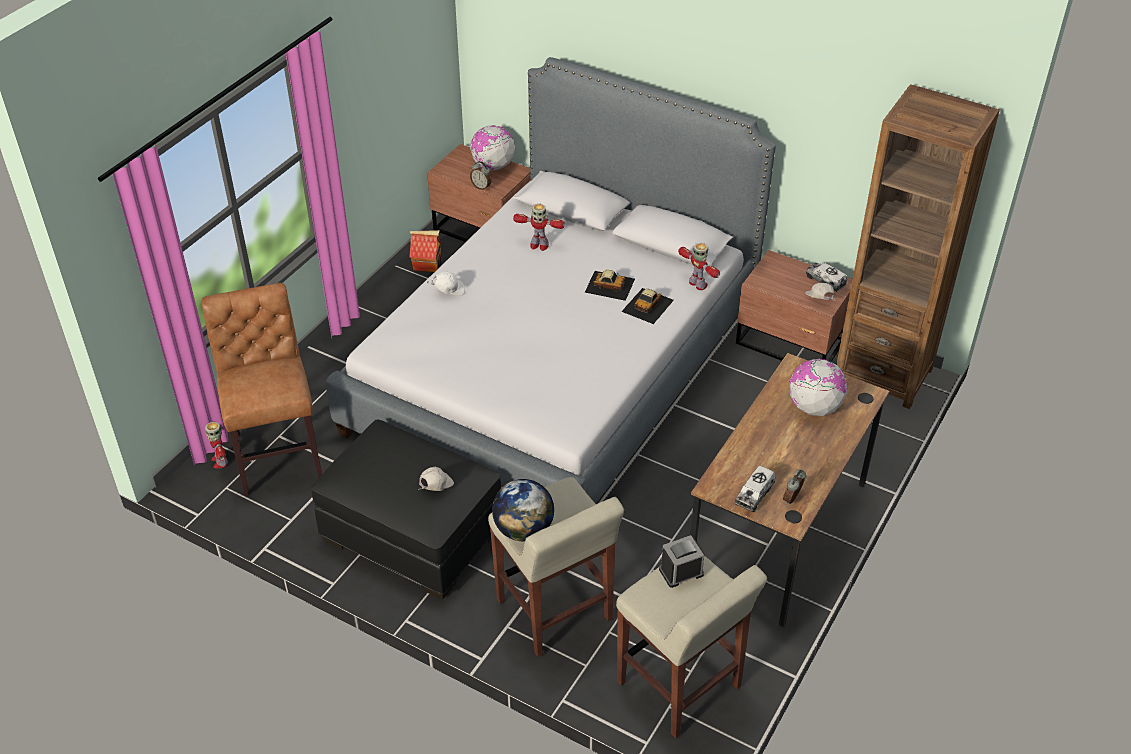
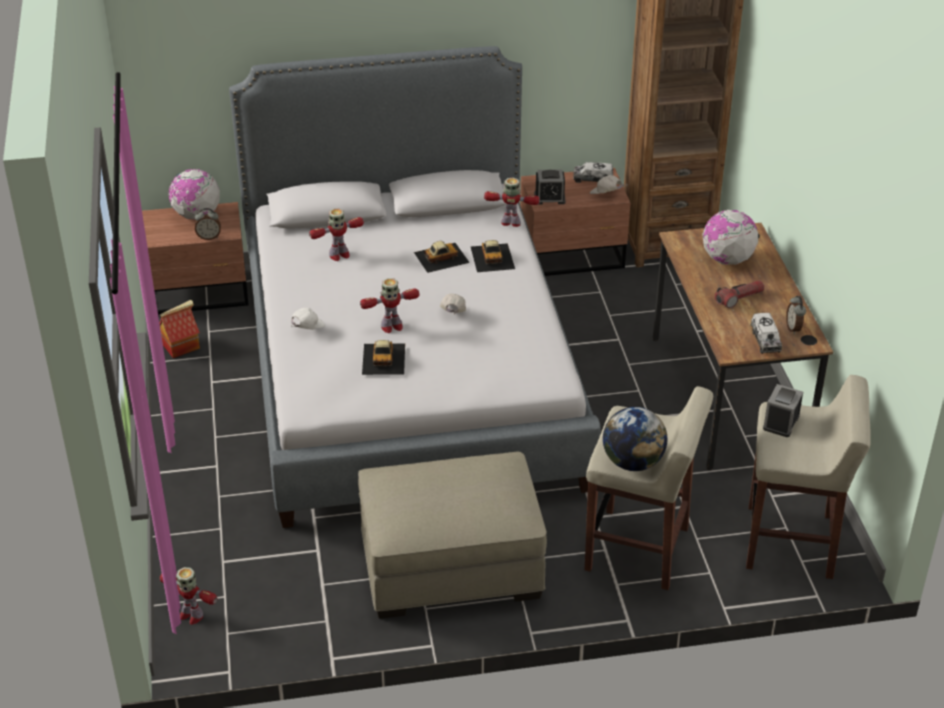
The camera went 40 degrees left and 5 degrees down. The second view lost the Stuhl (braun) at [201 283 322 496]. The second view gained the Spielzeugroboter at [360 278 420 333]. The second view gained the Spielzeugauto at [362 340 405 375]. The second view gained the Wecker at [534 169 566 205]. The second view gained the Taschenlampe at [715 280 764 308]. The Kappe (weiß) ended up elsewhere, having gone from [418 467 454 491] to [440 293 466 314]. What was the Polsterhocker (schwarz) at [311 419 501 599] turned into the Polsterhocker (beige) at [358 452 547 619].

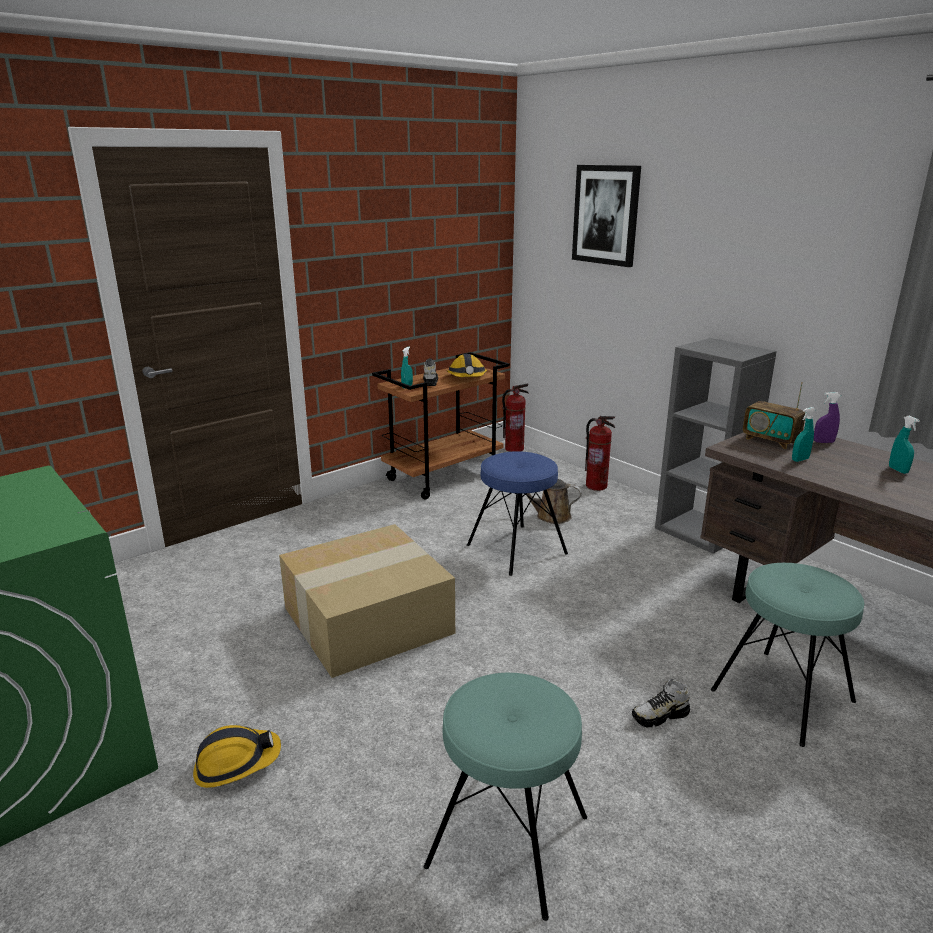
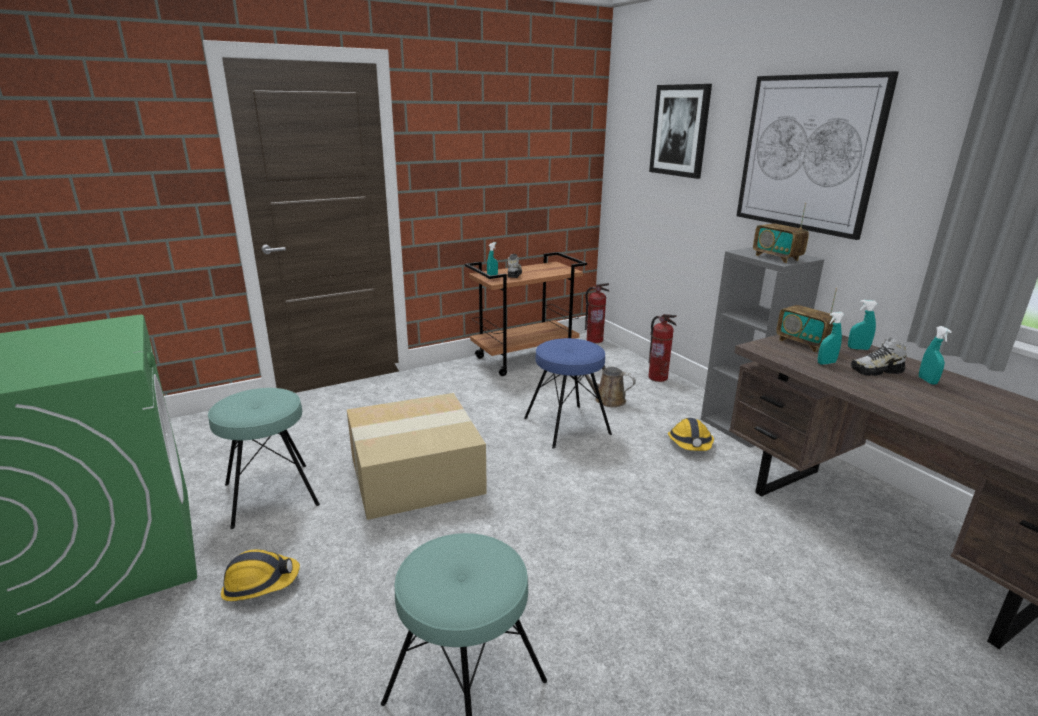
The camera went 10 degrees right and 0 degrees up. The second view gained the Bild at [737 71 899 240]. The second view gained the Radio at [753 203 809 263]. The Schutzhelm ended up elsewhere, having gone from [447 354 487 377] to [668 418 714 451]. The Schuh ended up elsewhere, having gone from [632 679 690 727] to [851 337 906 376]. The Hocker (türkis) ended up elsewhere, having gone from [711 563 865 747] to [208 388 320 529]. What was the Sprühflasche (lila) at [814 392 841 443] turned into the Sprühflasche (türkis) at [848 300 878 350].

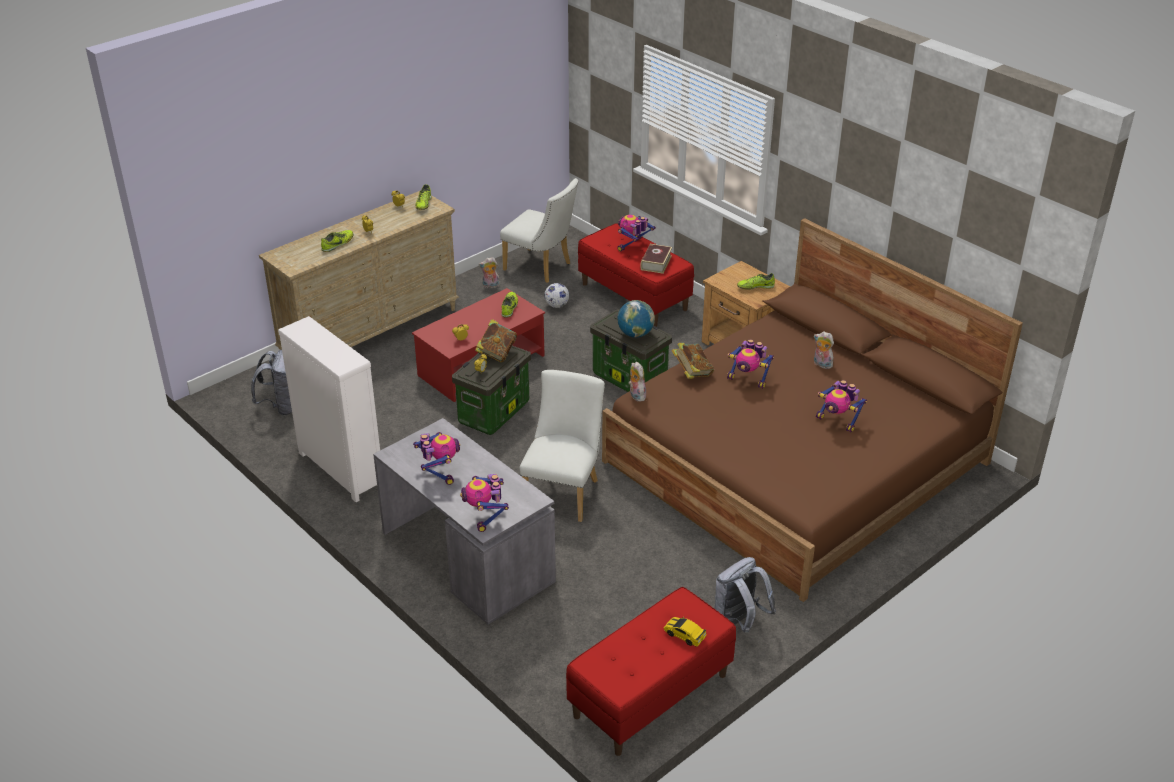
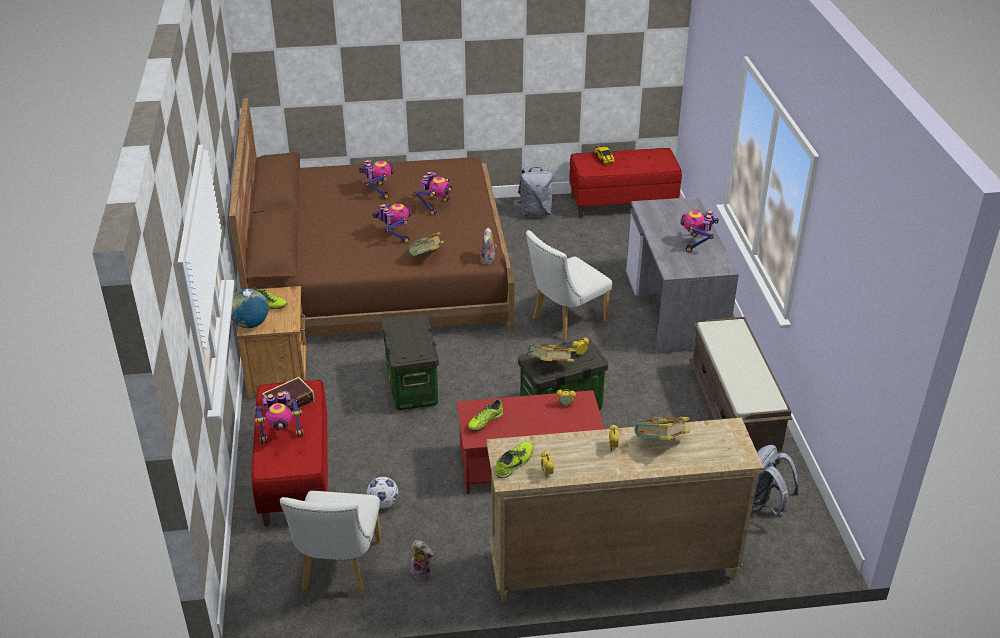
The camera went 145 degrees left and 0 degrees up. The second view lost the Plüschtier at [814 331 834 369]. The Spielzeugroboter ended up elsewhere, having gone from [460 474 509 532] to [414 172 452 215]. The Globus ended up elsewhere, having gone from [617 300 655 338] to [231 288 269 328]. Where the Kommode (weiß) stood at [278 316 380 502], the Bank (braun) came to stand at [689 317 792 464]. Where the Schuh stood at [321 230 353 252], the Buch came to stand at [635 416 690 440]. The Stuhl (weiß) at [500 178 578 283] ended up facing another way, 150 degrees counterclockwise from before.

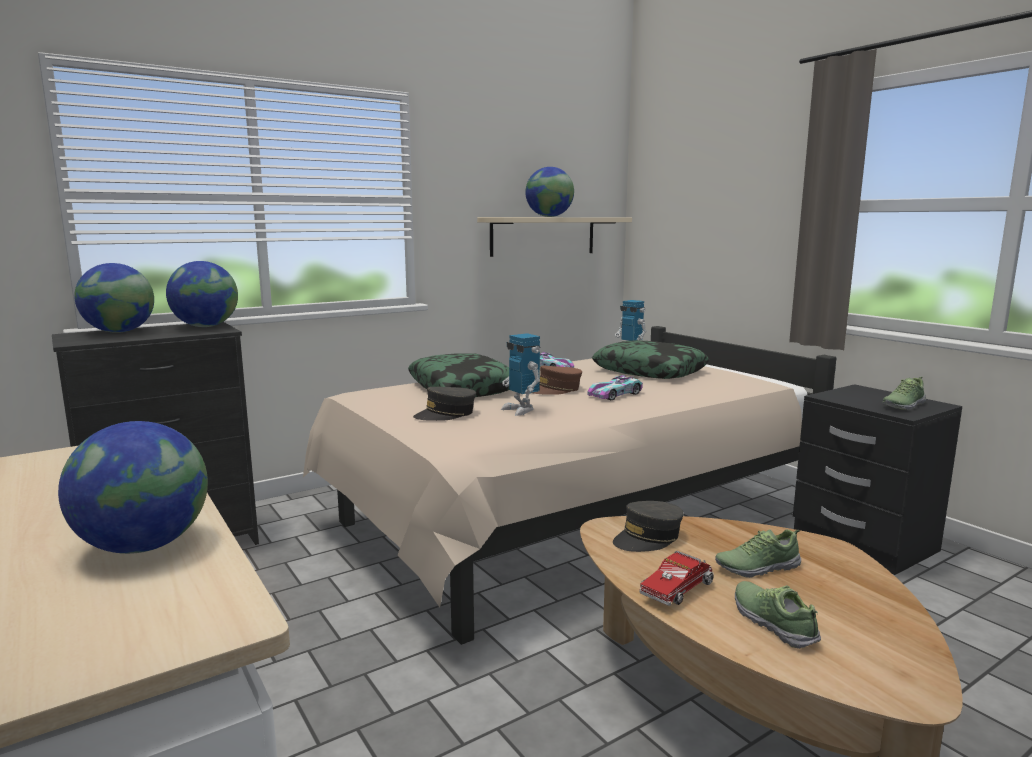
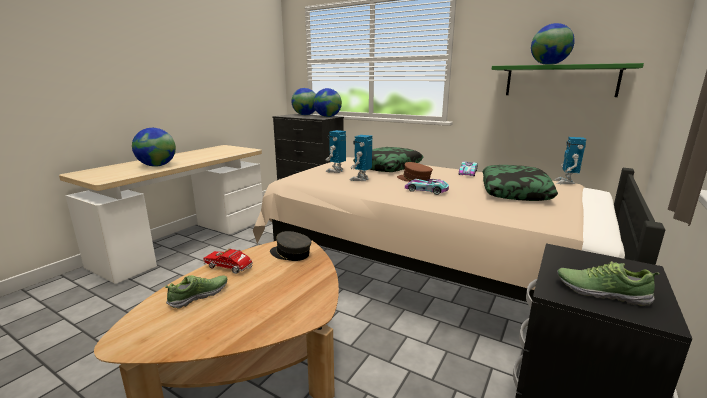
The camera went 65 degrees right and 5 degrees up. The second view lost the Schuh at [715 529 801 578]. Where the Kappe (grau) stood at [413 387 476 421], the Spielzeugroboter came to stand at [326 130 346 173]. What was the Wandregal (beige) at [477 217 632 257] turned into the Wandregal (grün) at [492 63 644 97].

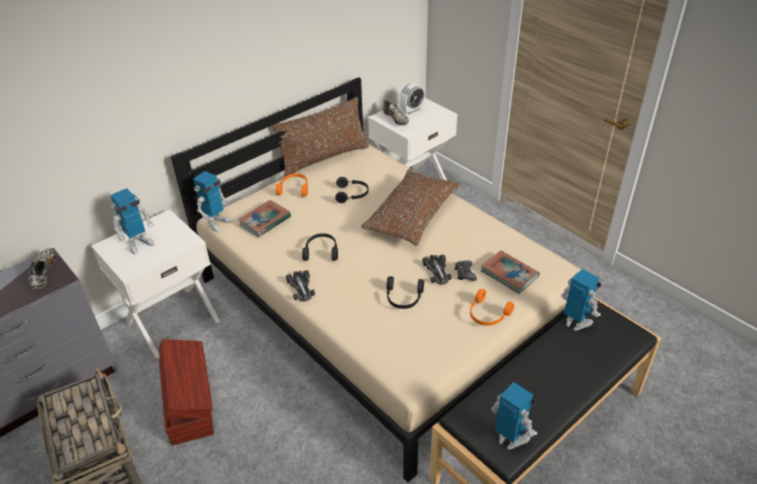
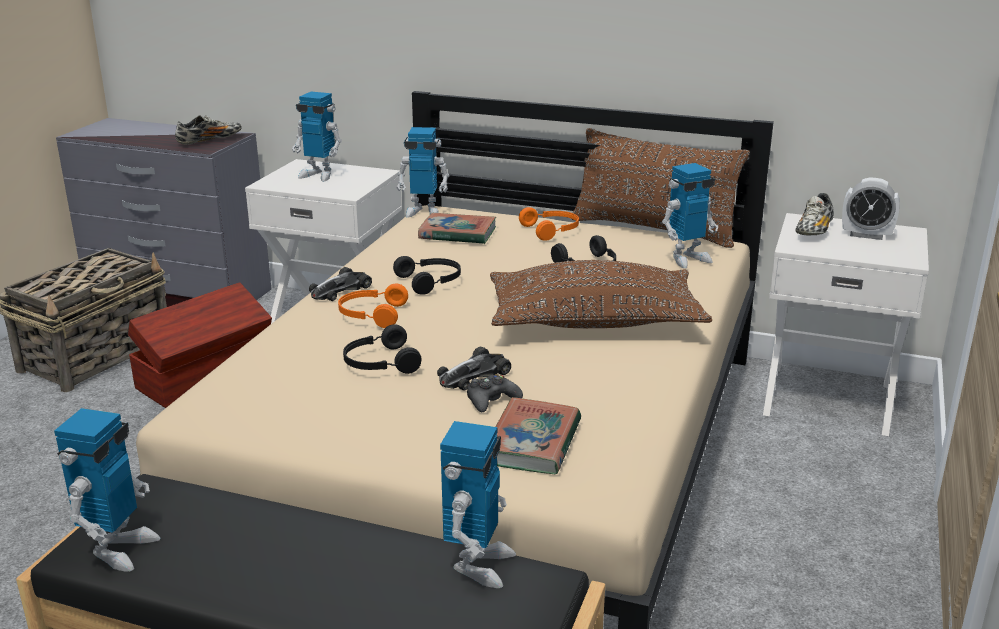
The camera went 60 degrees right and 15 degrees down. The second view gained the Spielzeugroboter at [662 163 718 268]. The Kopfhörer (orange) ended up elsewhere, having gone from [470 289 515 326] to [338 284 408 328].

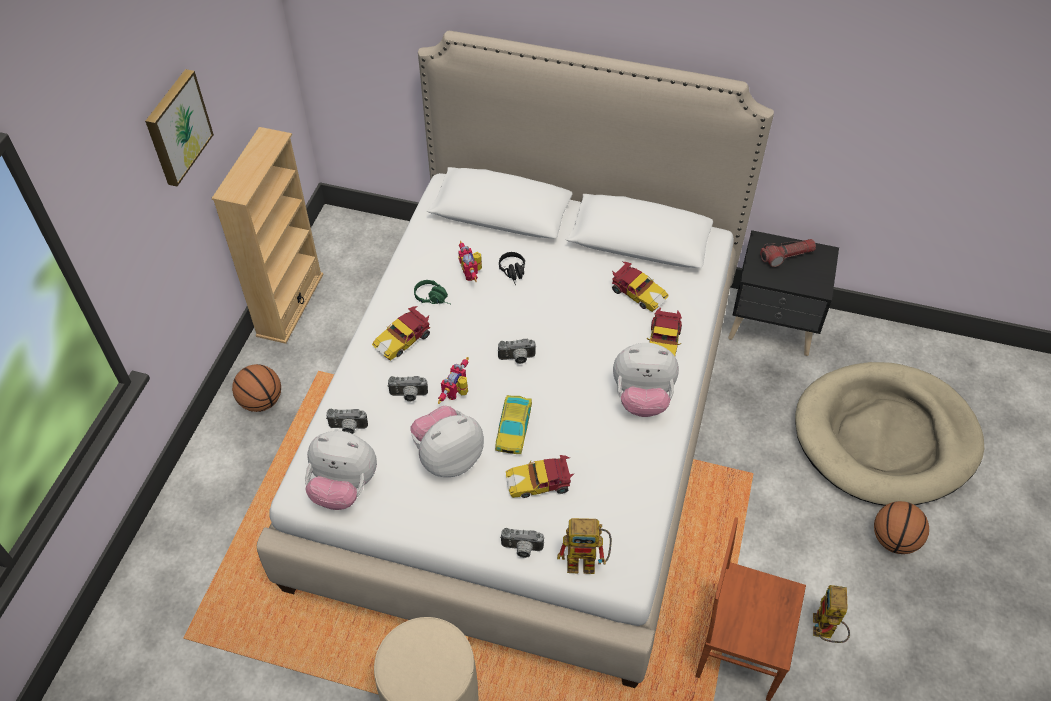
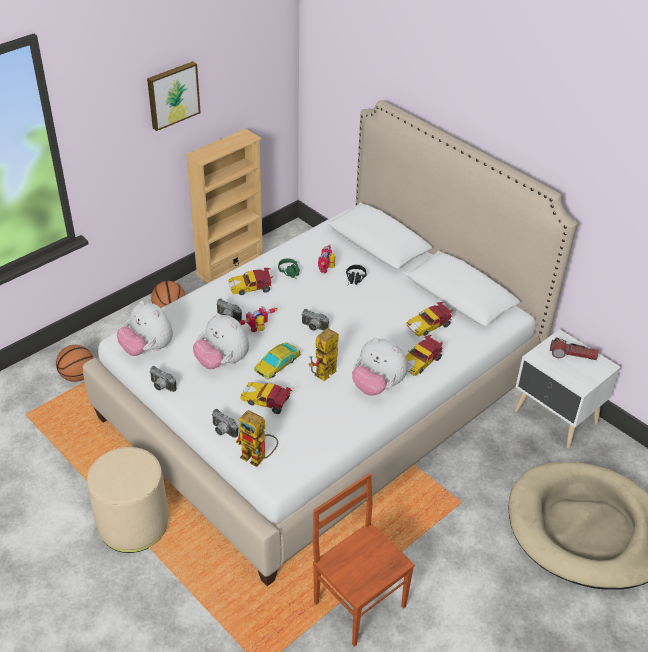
The camera went 30 degrees right and 10 degrees down. The Kamera ended up elsewhere, having gone from [326 409 368 434] to [149 366 176 392]. The Spielzeugroboter ended up elsewhere, having gone from [813 585 850 643] to [309 328 339 381]. The Basketball ended up elsewhere, having gone from [874 501 929 554] to [56 345 93 382]. What was the Nachttisch (schwarz) at [728 230 839 356] turned into the Nachttisch (weiß) at [514 329 621 448]. The Plüschtier at [410 406 484 477] ended up facing another way, 135 degrees counterclockwise from before. The Spielzeugauto at [612 262 669 312] ended up facing another way, 75 degrees clockwise from before.

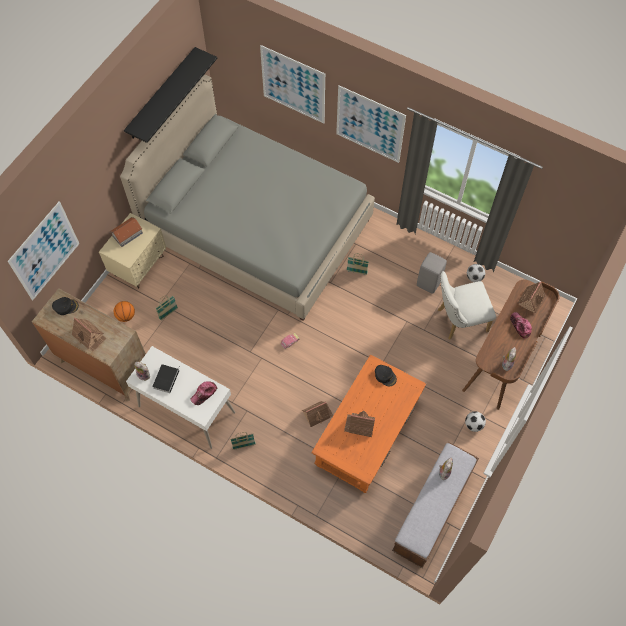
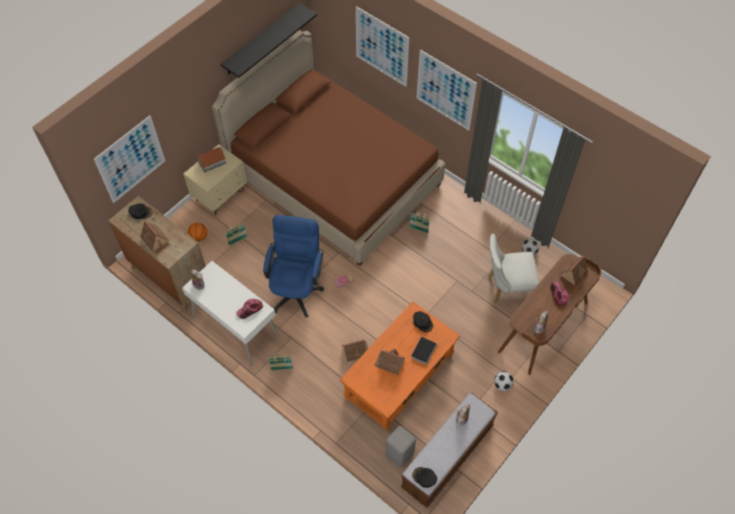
The camera went 10 degrees right and 5 degrees down. The second view gained the Bürostuhl (blau) at [263 215 324 318]. The second view gained the Kappe (schwarz) at [412 467 437 488]. The Buch ended up elsewhere, having gone from [152 364 180 393] to [411 337 438 365]. The Hocker (grau) ended up elsewhere, having gone from [417 252 447 294] to [385 426 416 468]. What was the Bett (grau) at [120 75 375 321] turned into the Bett (braun) at [212 30 445 266].

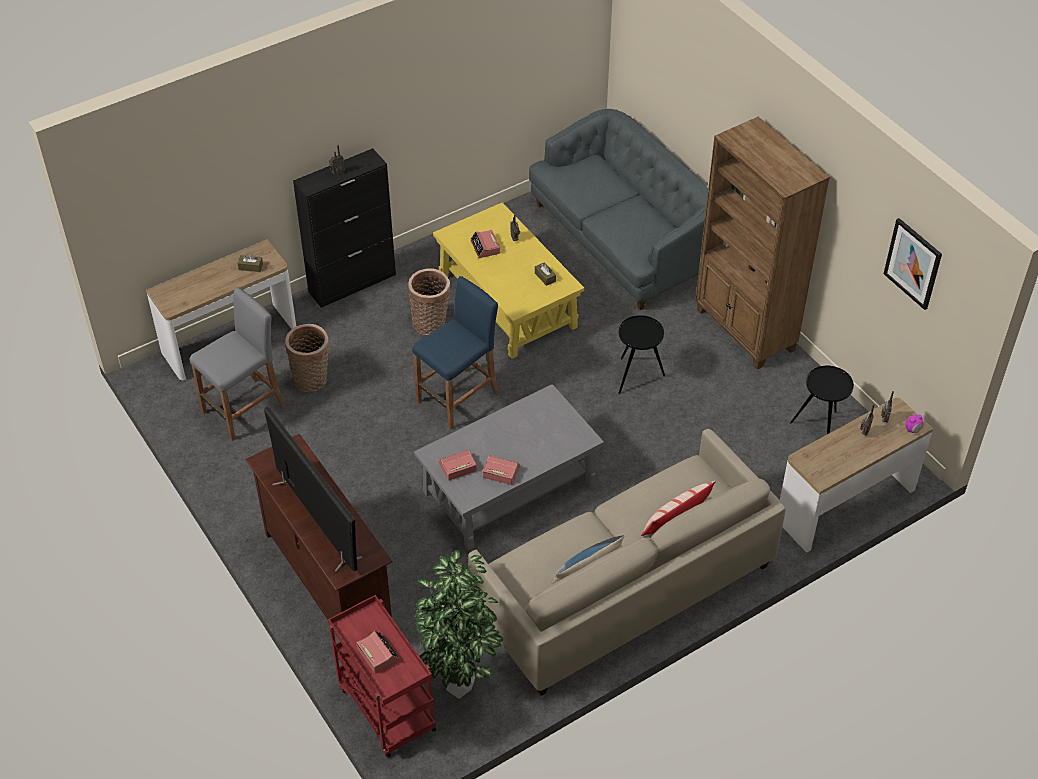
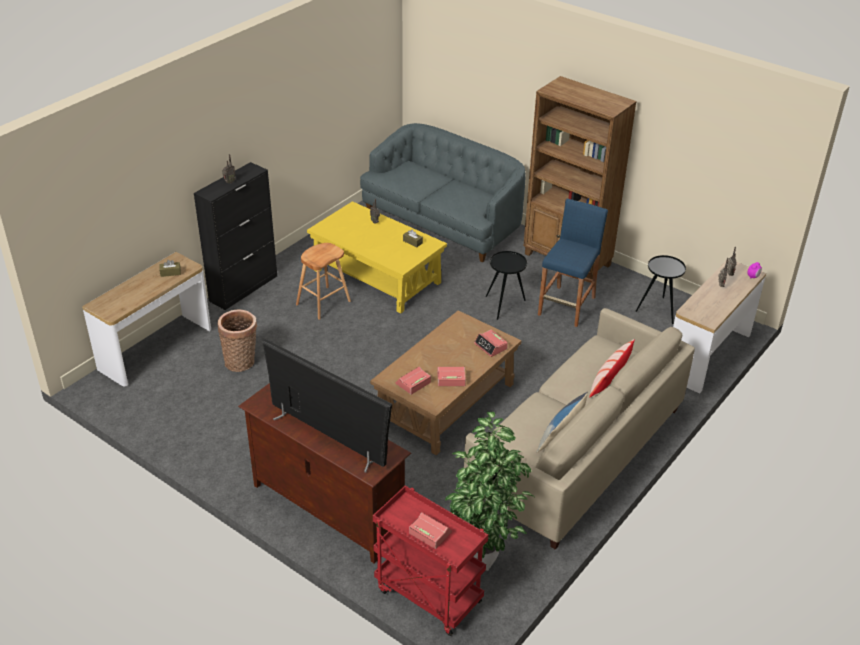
The camera went 20 degrees left and 10 degrees down. The second view lost the Hocker (grau) at [190 287 286 441]. The second view lost the Bild at [884 218 942 310]. The Hocker (blau) ended up elsewhere, having gone from [412 276 499 429] to [538 199 608 327]. The Wecker ended up elsewhere, having gone from [470 230 500 258] to [474 330 508 357]. Where the Korb stood at [408 268 450 335], the Hocker (braun) came to stand at [296 243 351 320]. What was the Couchtisch (grau) at [414 384 604 550] turned into the Couchtisch (braun) at [370 310 522 455].

